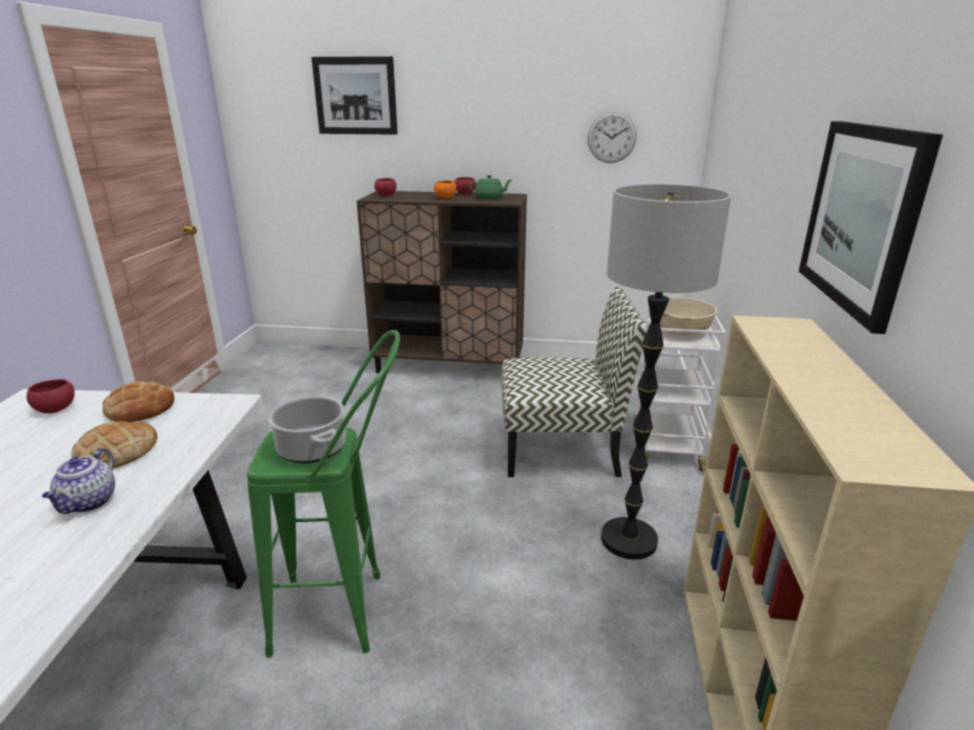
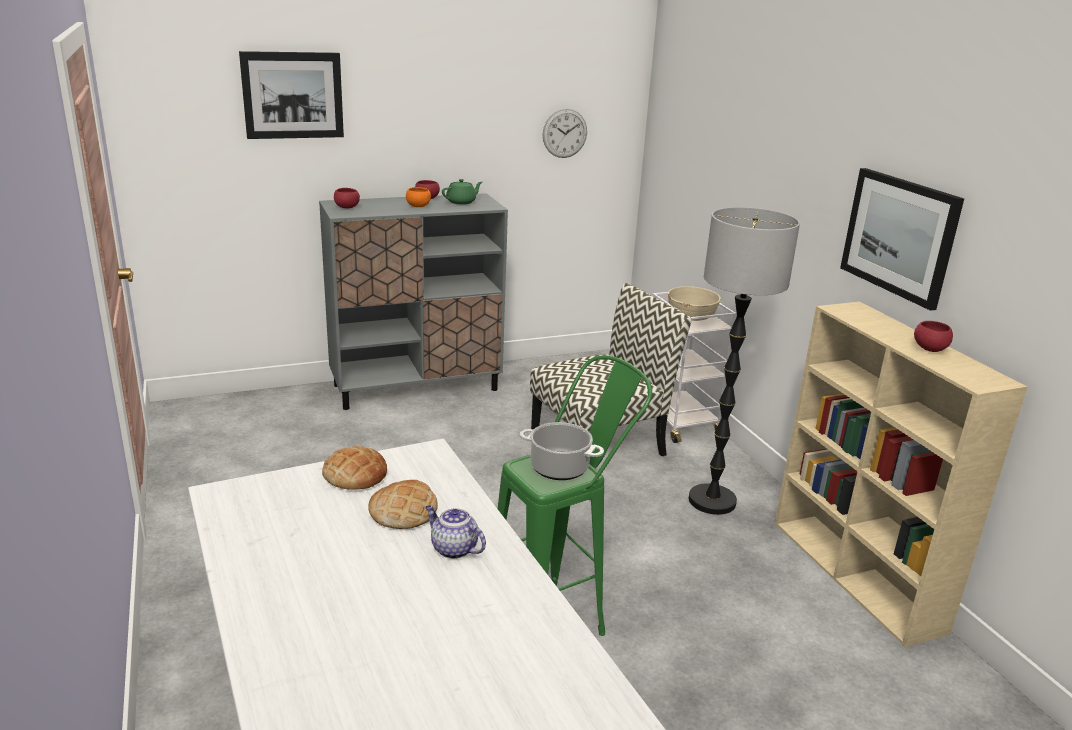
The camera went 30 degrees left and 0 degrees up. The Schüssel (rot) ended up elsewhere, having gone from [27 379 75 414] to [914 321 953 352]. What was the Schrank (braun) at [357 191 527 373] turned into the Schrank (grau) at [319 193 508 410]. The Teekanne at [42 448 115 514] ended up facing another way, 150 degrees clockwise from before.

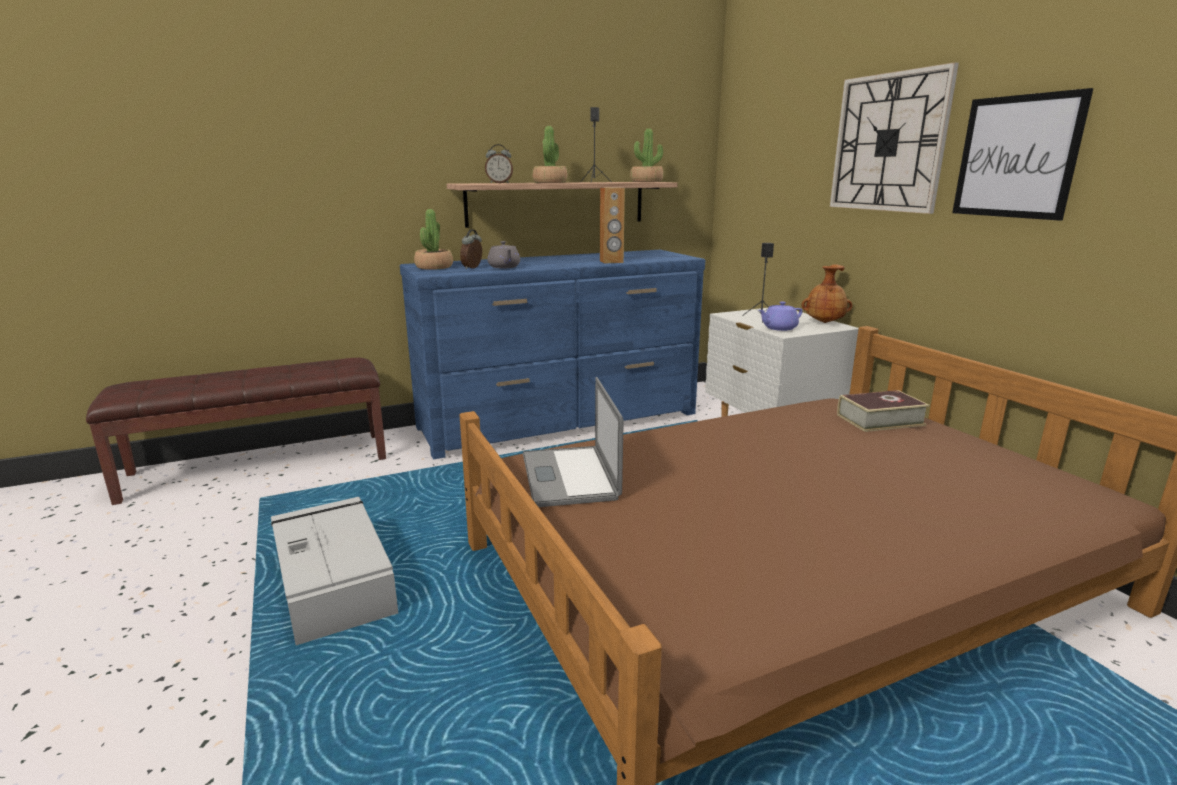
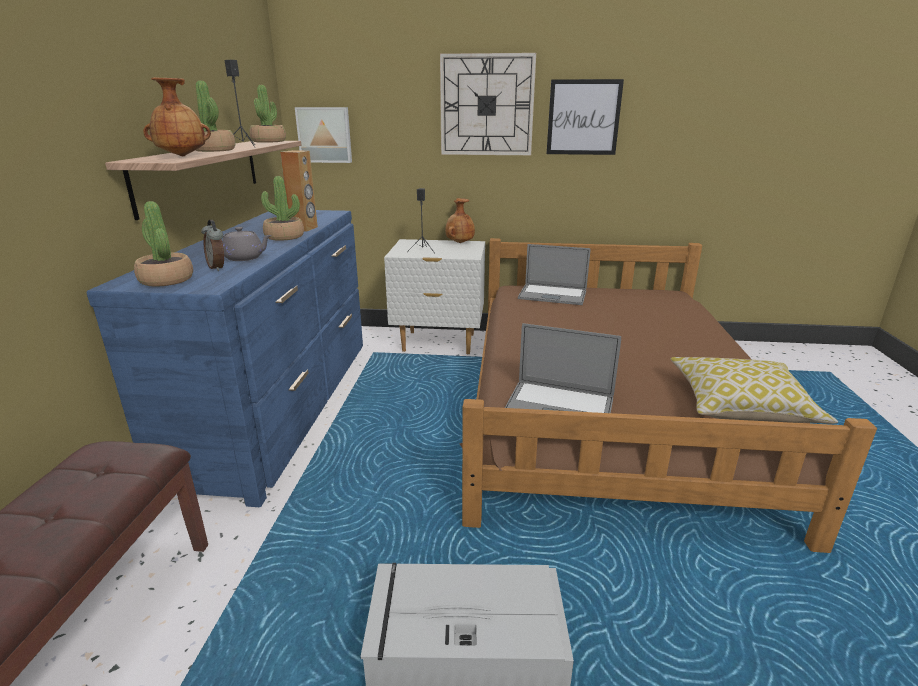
The camera went 60 degrees left and 5 degrees up. The second view lost the Teekanne (lila) at [759 302 803 331]. The second view gained the Topfpflanze at [261 176 304 241]. The second view gained the Bild at [295 107 352 163]. The second view gained the Kissen at [670 357 838 424]. Where the Wecker stood at [485 144 513 183], the Vase (braun) came to stand at [143 77 211 156]. Where the Buch stood at [837 390 930 432], the Laptop came to stand at [518 244 590 305].

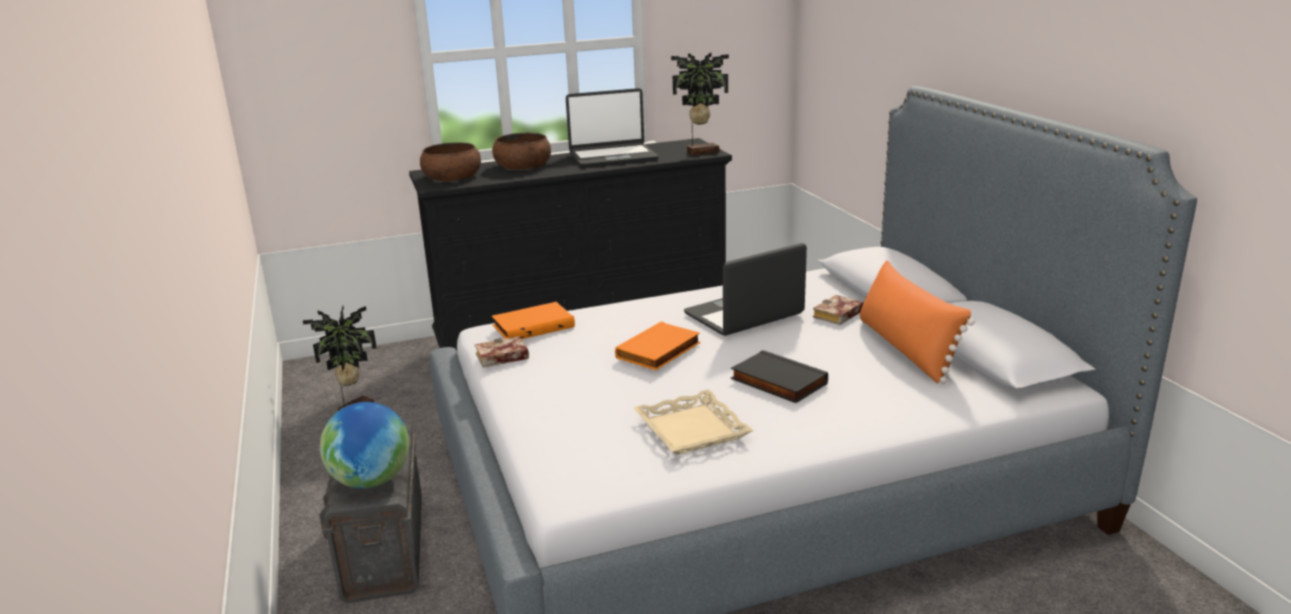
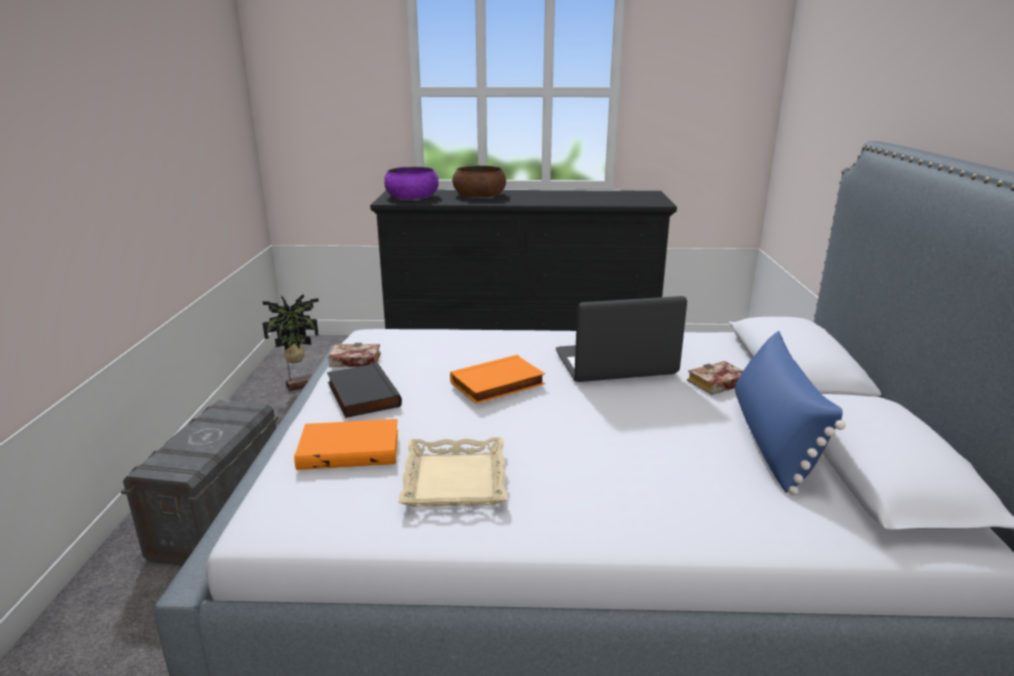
The camera went 20 degrees right and 0 degrees up. The second view lost the Globus at [320 402 409 489]. The second view lost the Laptop at [566 88 659 167]. The second view lost the Topfpflanze at [671 53 729 156]. The Buch (orange) ended up elsewhere, having gone from [492 302 575 339] to [294 419 398 470]. The Buch (schwarz) ended up elsewhere, having gone from [731 350 828 403] to [327 363 402 418]. What was the Schüssel (braun) at [420 142 481 182] turned into the Schüssel (lila) at [384 167 439 199]. What was the Kissen (orange) at [860 260 975 384] turned into the Kissen (blau) at [735 331 846 496].

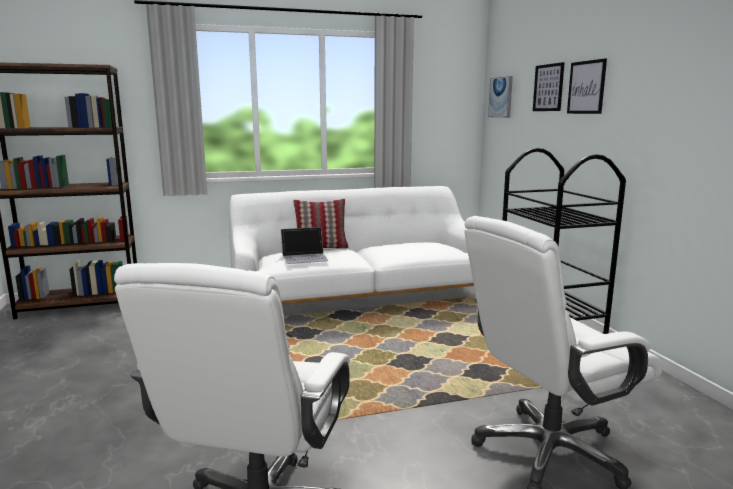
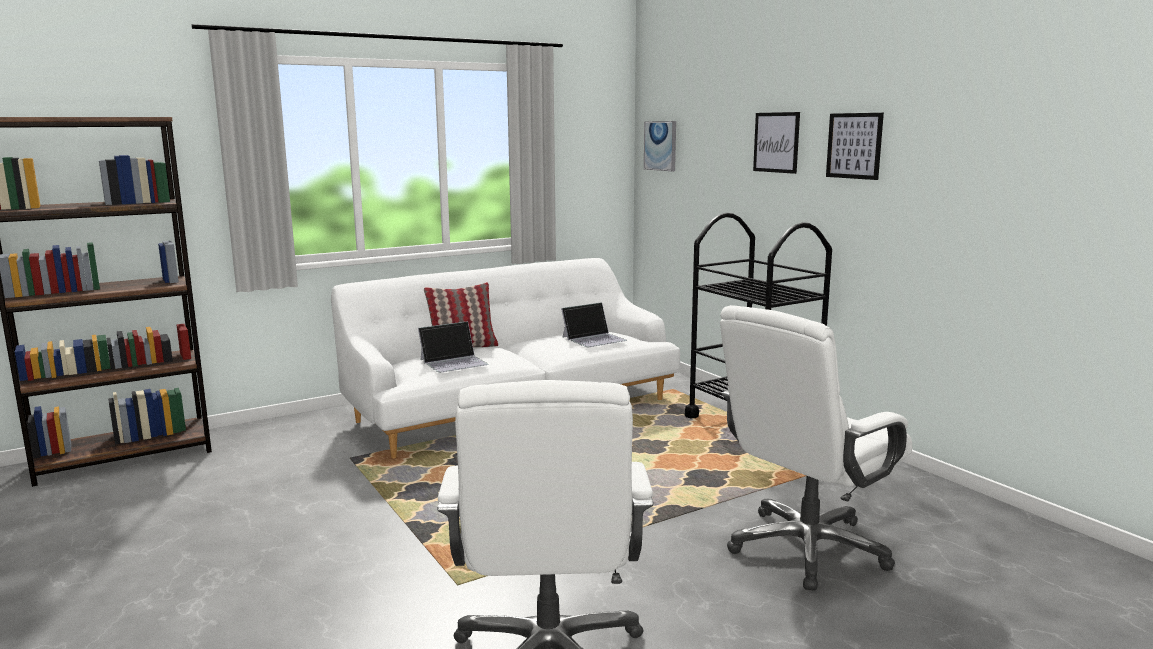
The camera went 15 degrees left and 0 degrees up. The second view gained the Laptop at [561 302 627 347]. The Bild ended up elsewhere, having gone from [533 62 565 111] to [826 113 884 180].

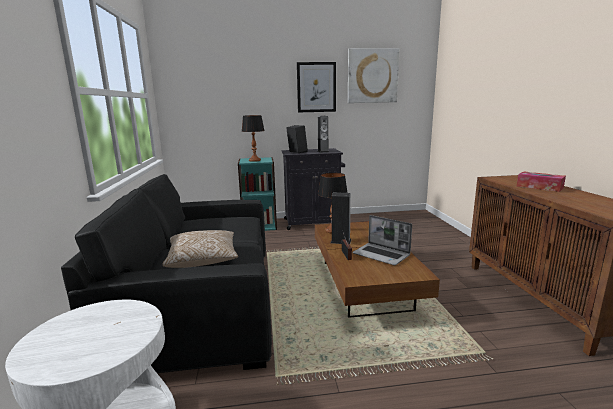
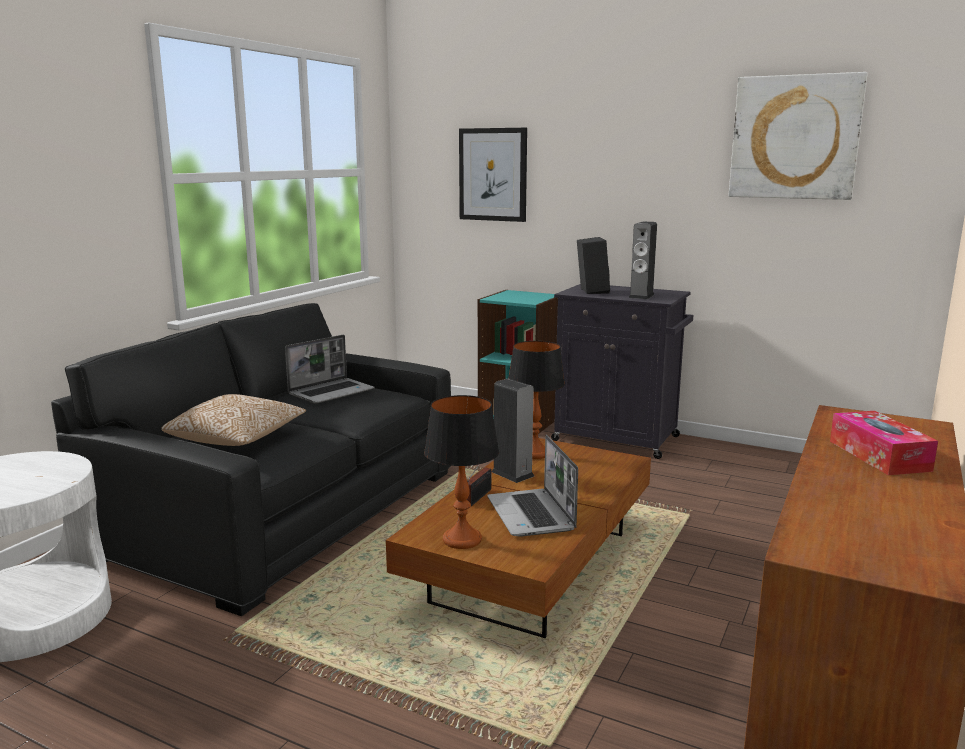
The camera went 35 degrees right and 0 degrees up. The second view gained the Laptop at [285 335 375 404]. The Tischlampe ended up elsewhere, having gone from [242 115 265 162] to [424 395 499 549]. The Bild ended up elsewhere, having gone from [297 62 336 112] to [459 128 527 222].

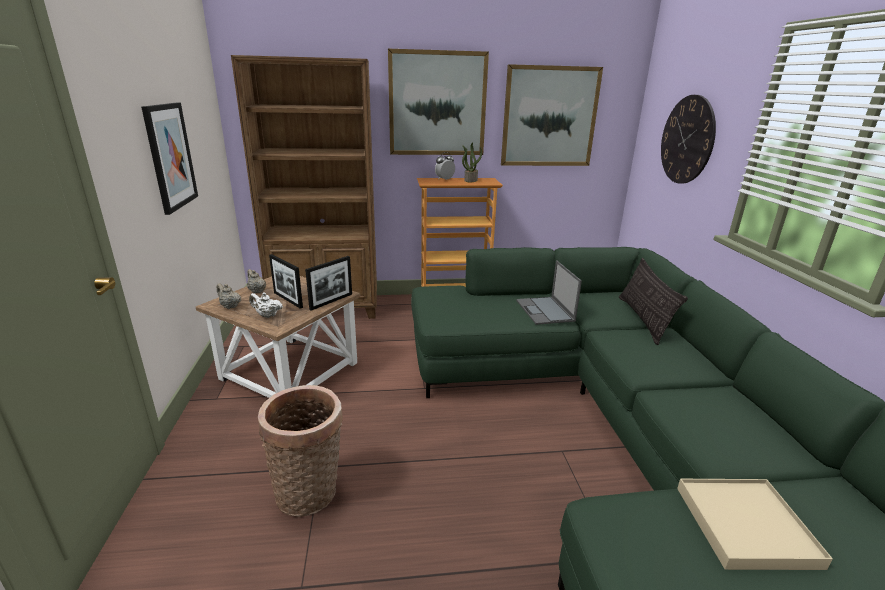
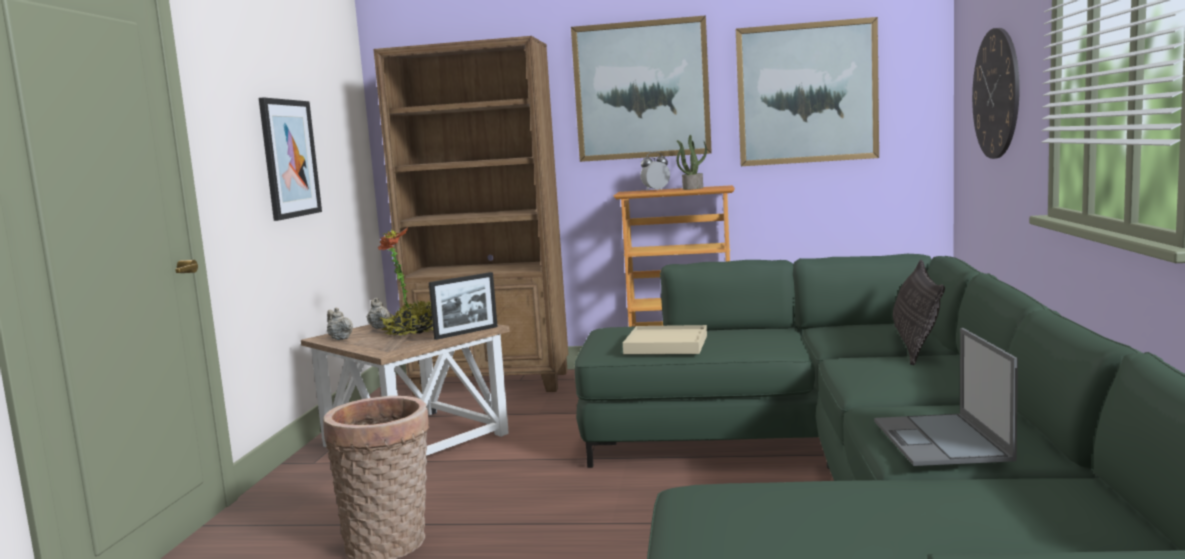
The camera went 15 degrees right and 15 degrees down. The second view lost the Teekanne (weiß) at [249 292 283 318]. The Laptop ended up elsewhere, having gone from [516 261 582 325] to [874 328 1018 466]. The Tablett (beige) ended up elsewhere, having gone from [677 479 833 570] to [623 325 707 354]. Where the Bilderrahmen stood at [269 254 303 309], the Topfpflanze came to stand at [378 227 433 336].

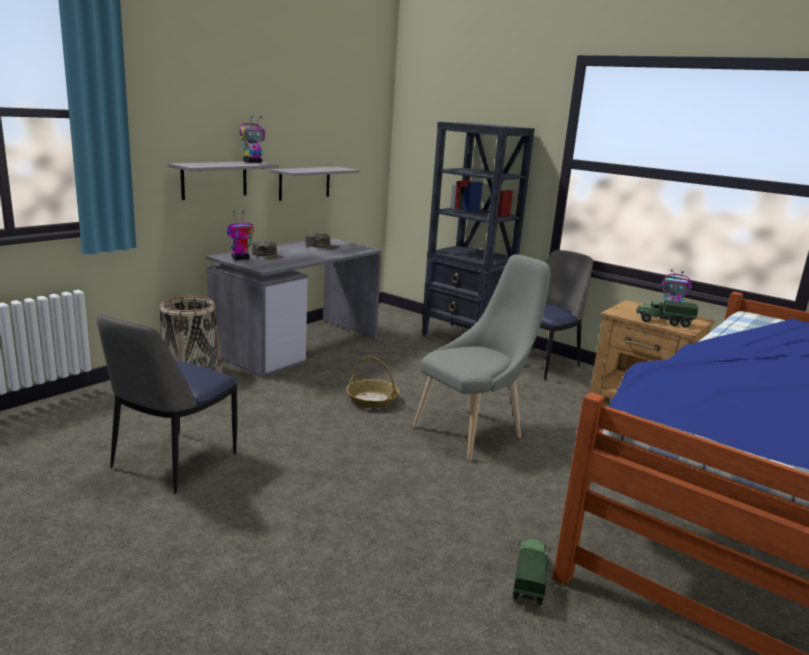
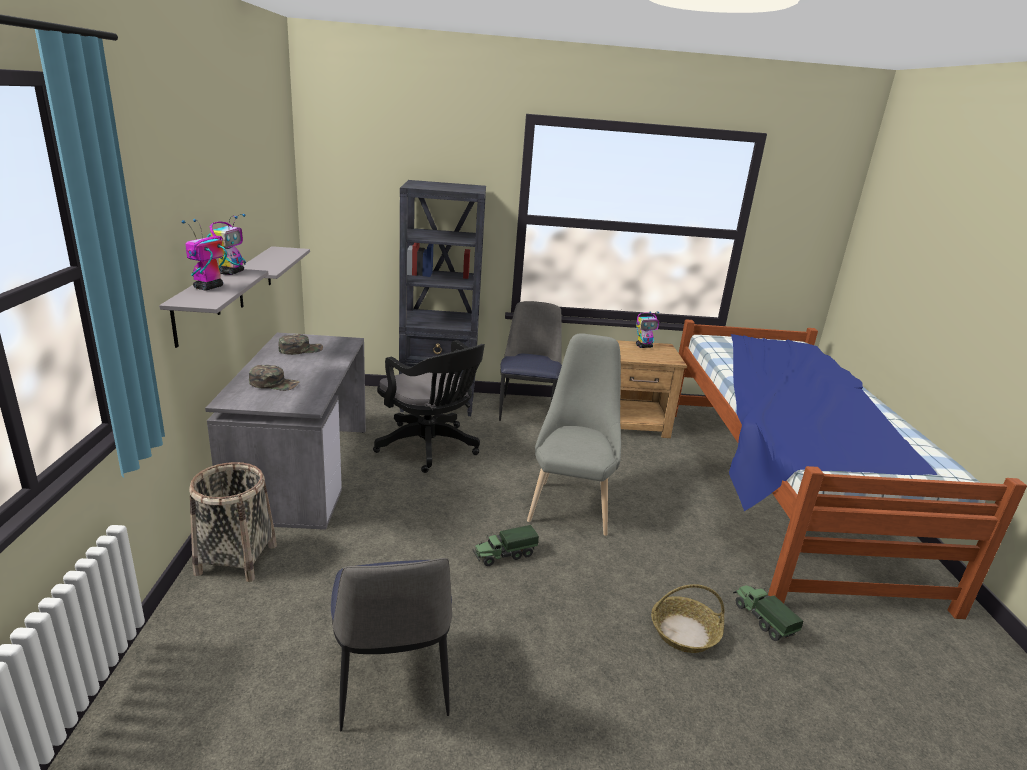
The camera went 40 degrees left and 5 degrees up. The second view gained the Bürostuhl (schwarz) at [373 340 485 473]. The Spielzeugroboter ended up elsewhere, having gone from [227 211 254 260] to [182 219 227 291]. The Korb ended up elsewhere, having gone from [346 356 400 409] to [651 584 724 653]. The Spielzeuglaster ended up elsewhere, having gone from [636 300 698 328] to [472 525 539 566].

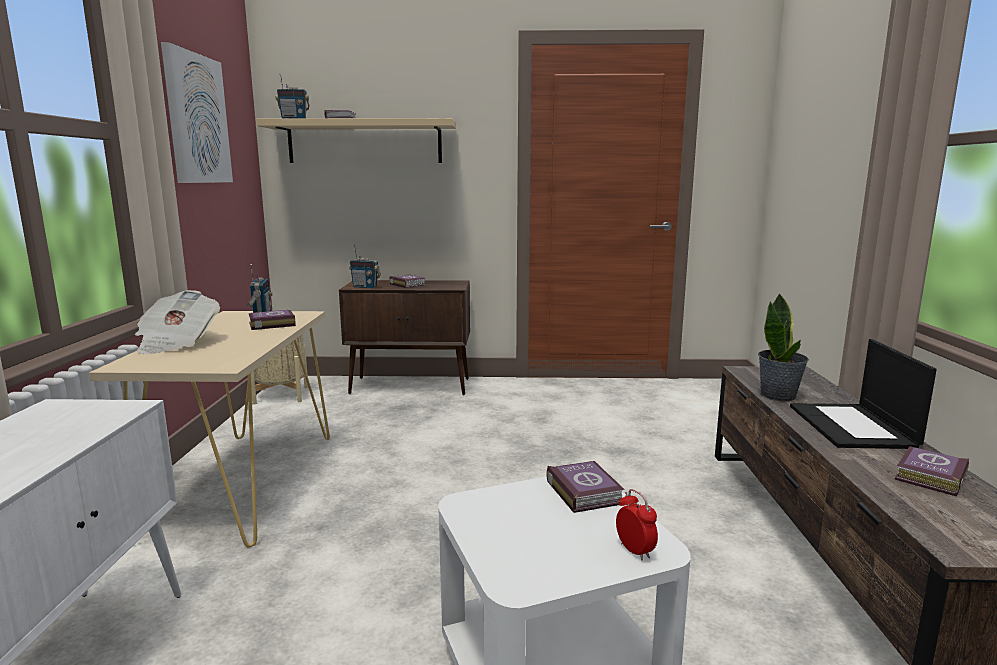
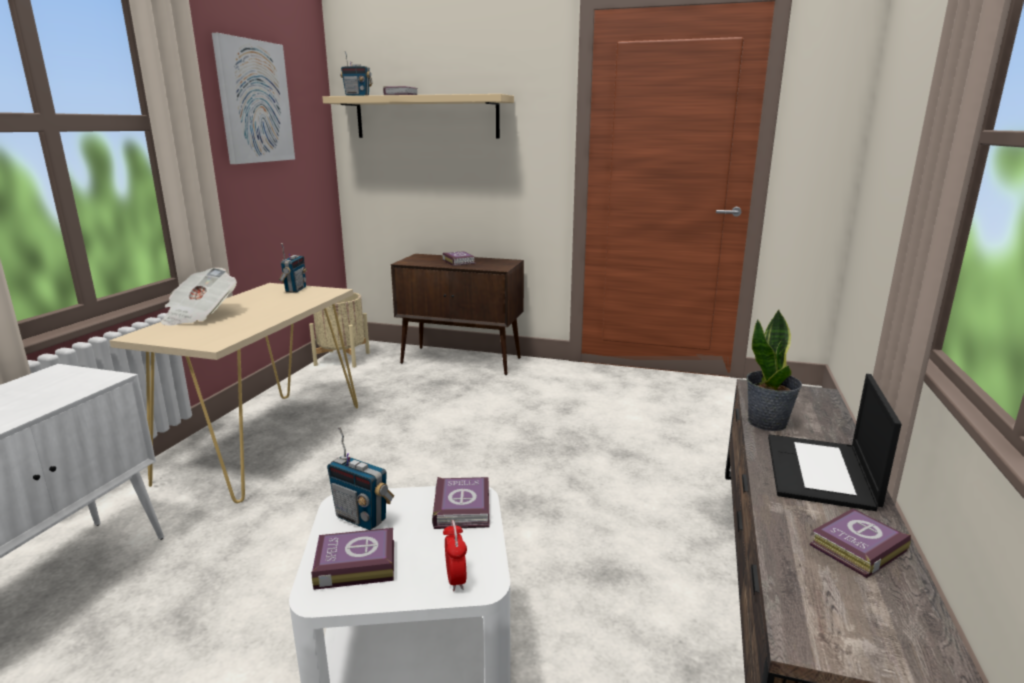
The camera went 15 degrees right and 5 degrees up. The Buch ended up elsewhere, having gone from [249 310 296 330] to [311 528 394 590]. The Radio ended up elsewhere, having gone from [349 245 381 288] to [327 427 394 530].

